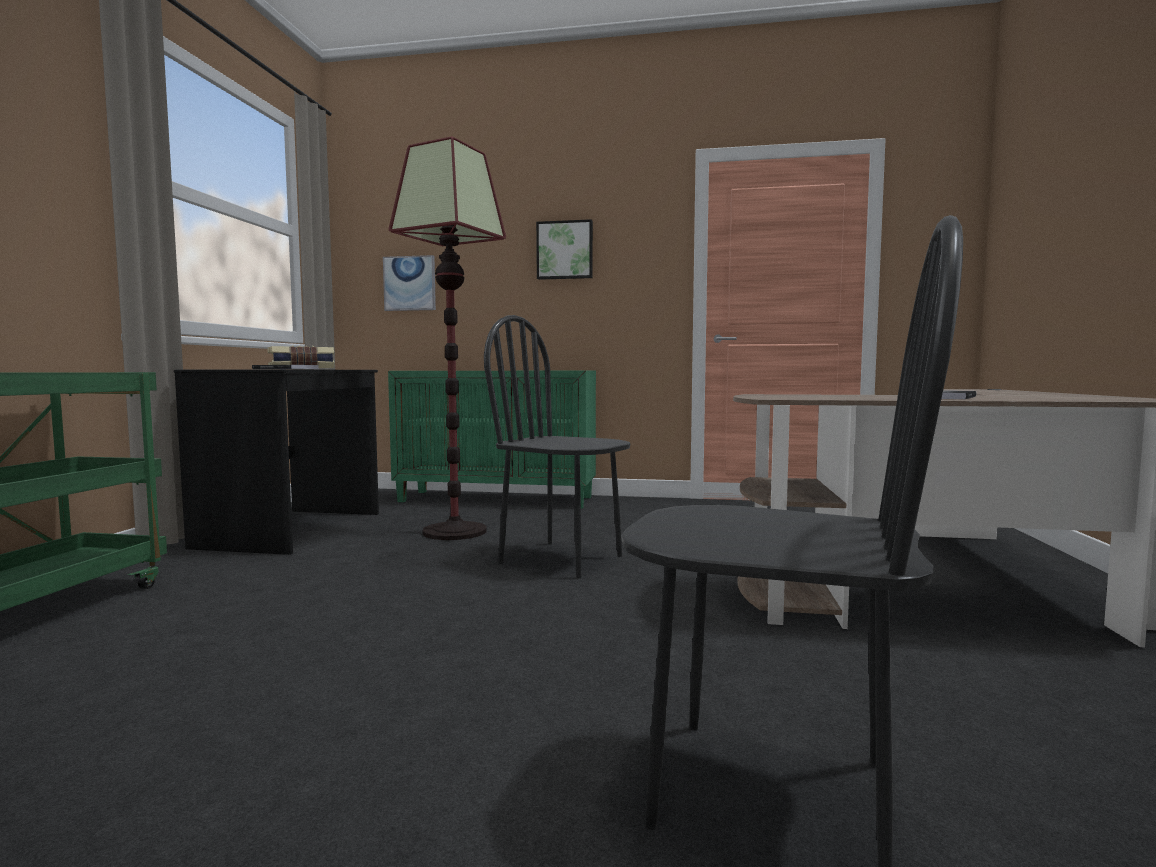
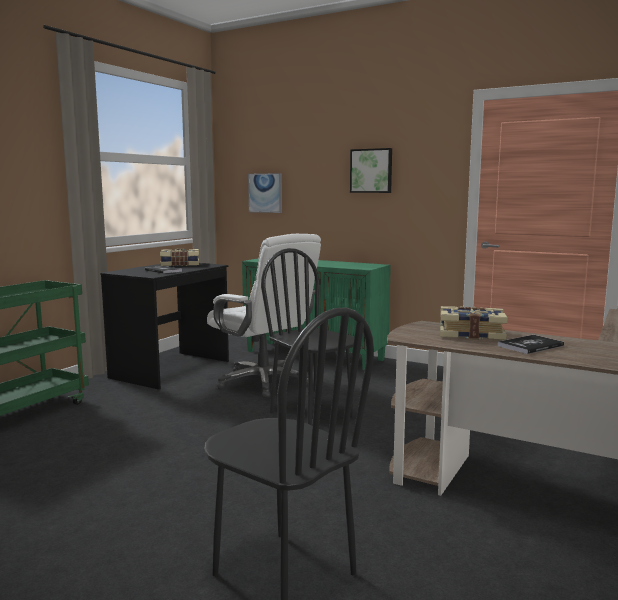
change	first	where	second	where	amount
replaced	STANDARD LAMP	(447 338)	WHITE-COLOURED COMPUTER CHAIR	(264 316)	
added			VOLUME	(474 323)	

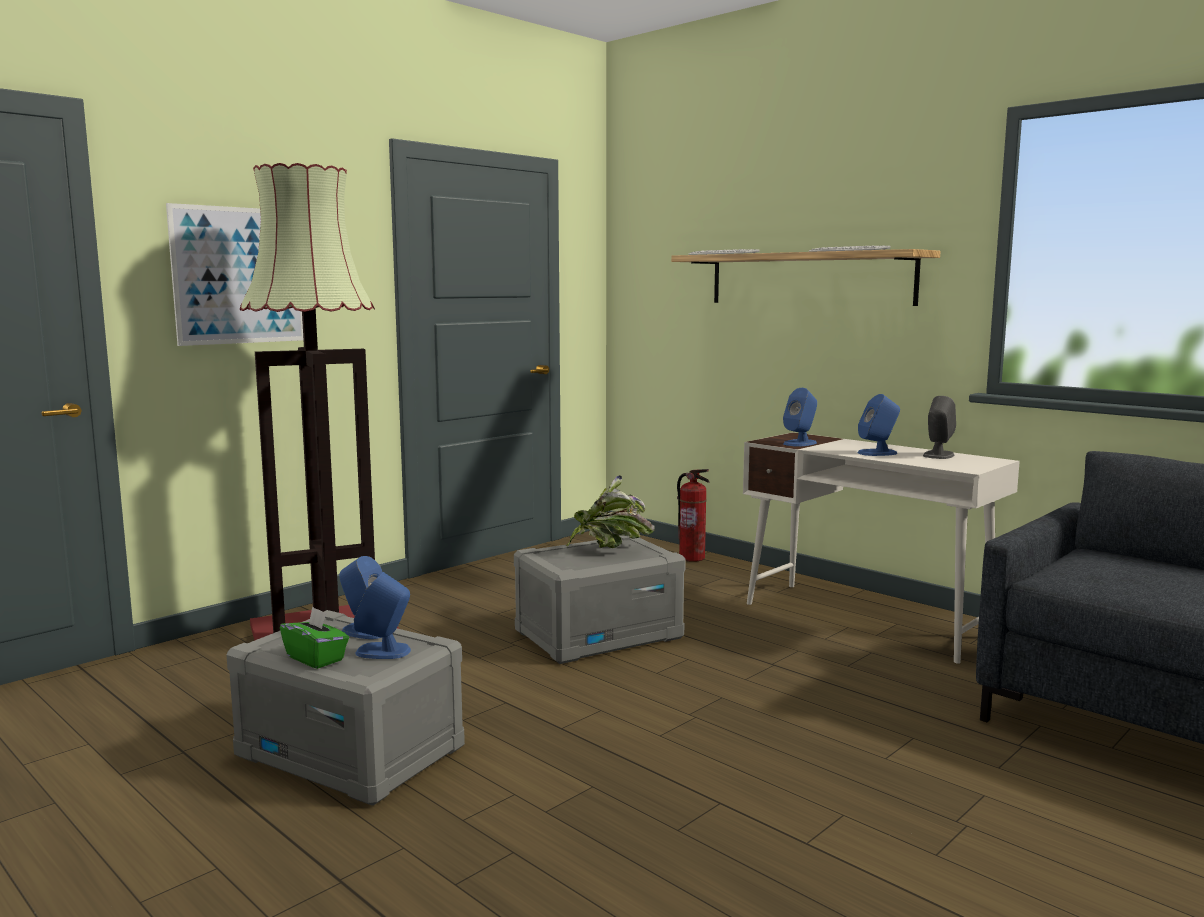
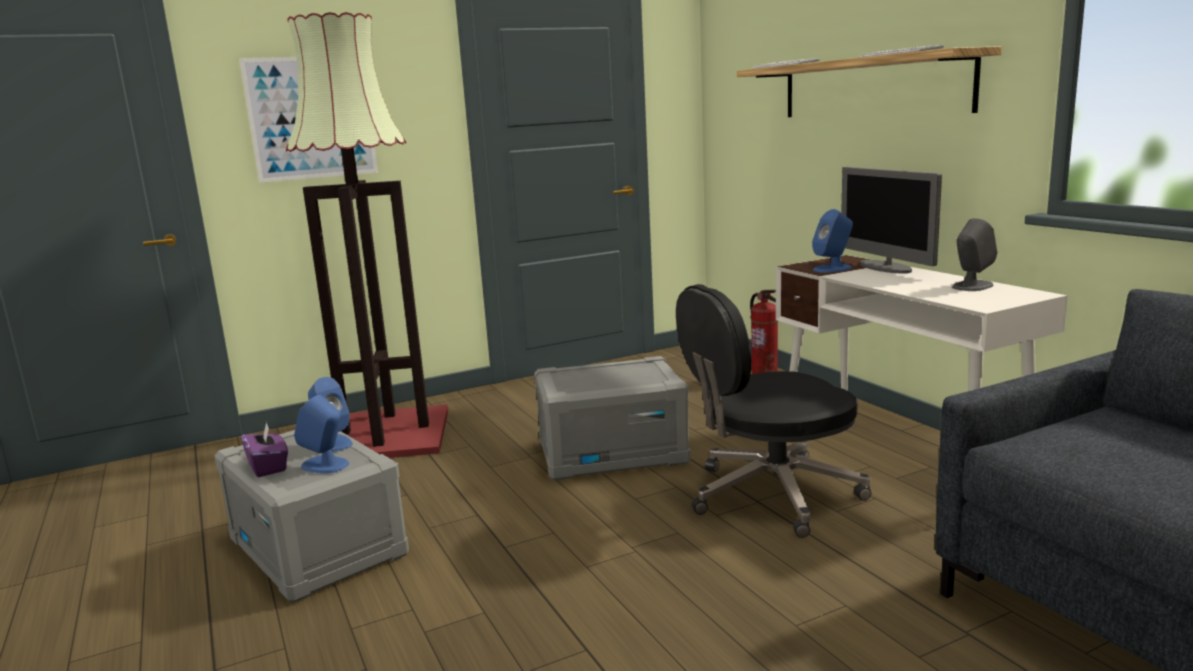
change	first	where	second	where	amount
removed	BLUISH SPEAKER	(878 425)			
removed	PLANT IN A POT	(610 512)			
recoloured	GREEN BOX OF TISSUES	(314 638)	PURPLISH BOX OF TISSUES	(264 449)	
added			COMPUTER DISPLAY	(891 220)	
added			BLACKISH COMPUTER CHAIR	(773 411)	

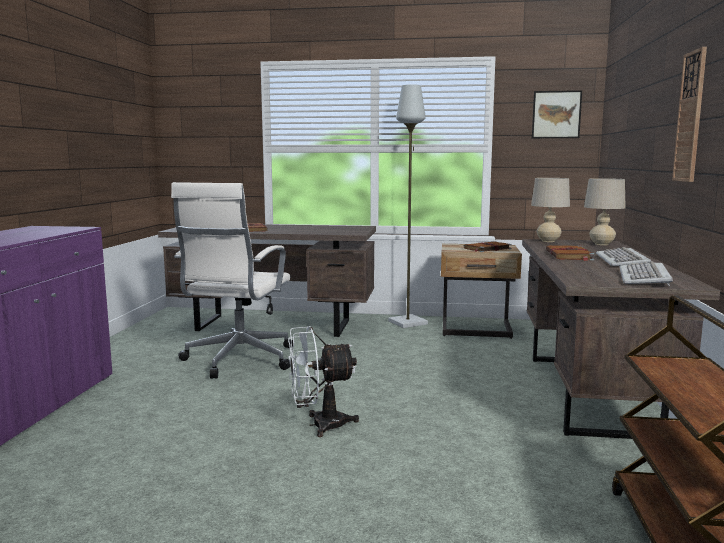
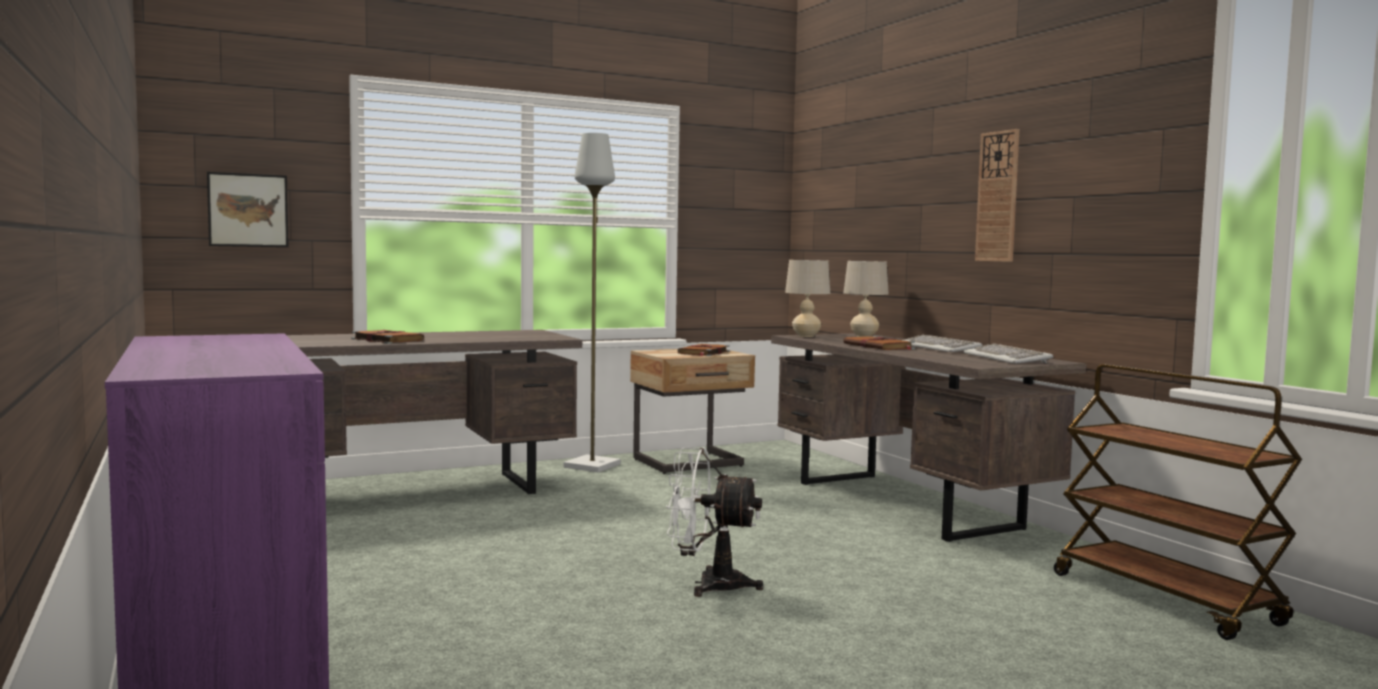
change	first	where	second	where	amount
moved	WALL ART	(557 114)		(248 209)	
removed	WHITE-COLOURED COMPUTER CHAIR	(232 280)			
turned	WHITE-COLOURED FAN	(323 381)		(714 522)	60 degrees clockwise

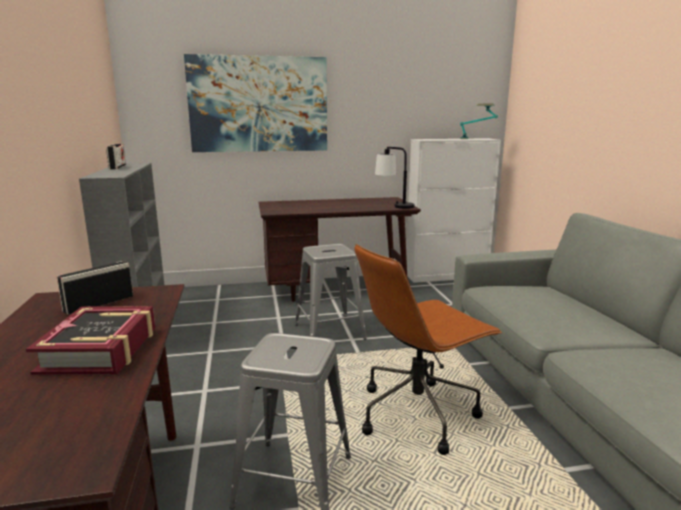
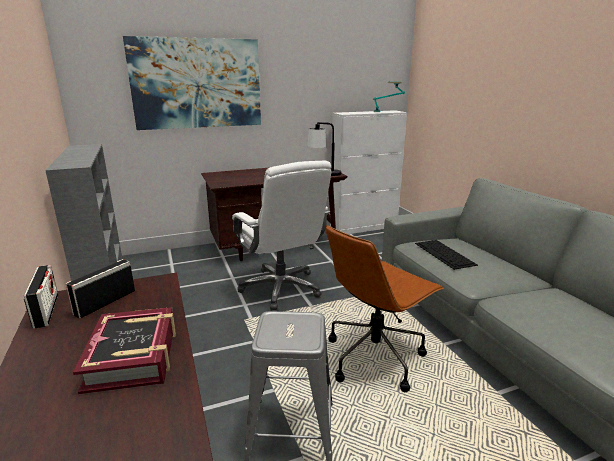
change	first	where	second	where	amount
moved	RADIO	(116 156)		(41 297)	
replaced	GRAY SITTING STOOL	(331 292)	WHITE-COLOURED COMPUTER CHAIR	(281 235)	
added			KEYBOARD	(446 255)	

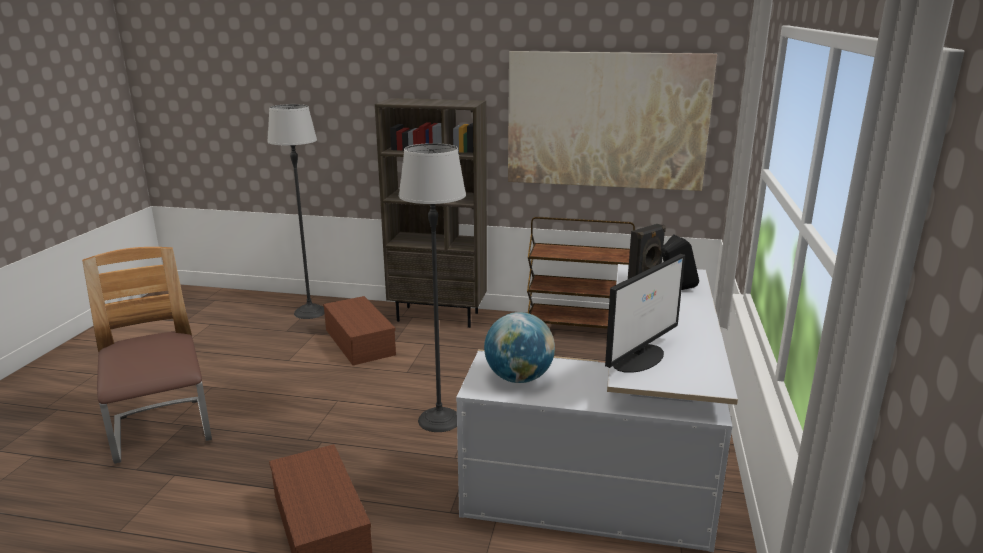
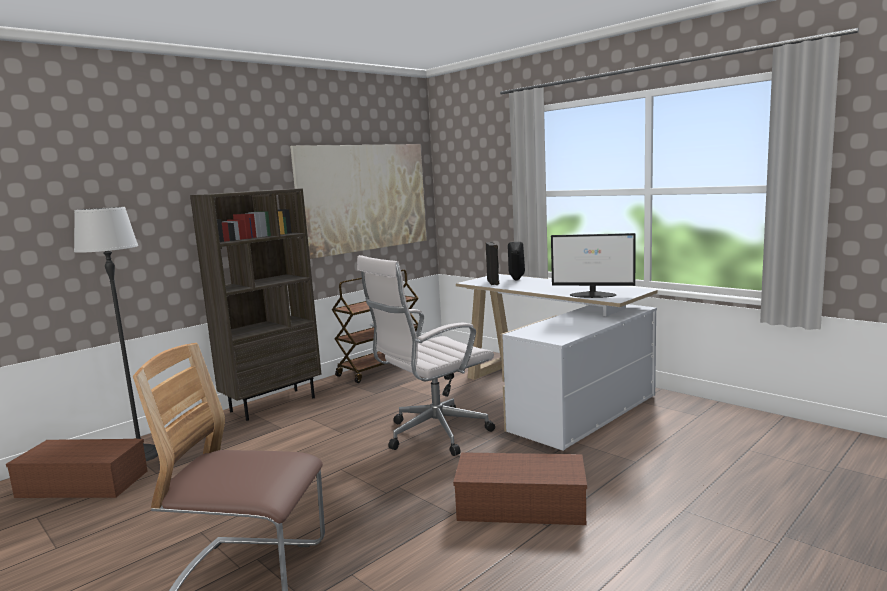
change	first	where	second	where	amount
replaced	STANDARD LAMP	(432 287)	WHITE-COLOURED COMPUTER CHAIR	(426 355)	
turned	COMPUTER DISPLAY	(645 313)		(593 265)	120 degrees clockwise
moved	BROWN-COLOURED STORAGE CONTAINER	(359 330)		(77 468)	
removed	GLOBE	(519 347)			

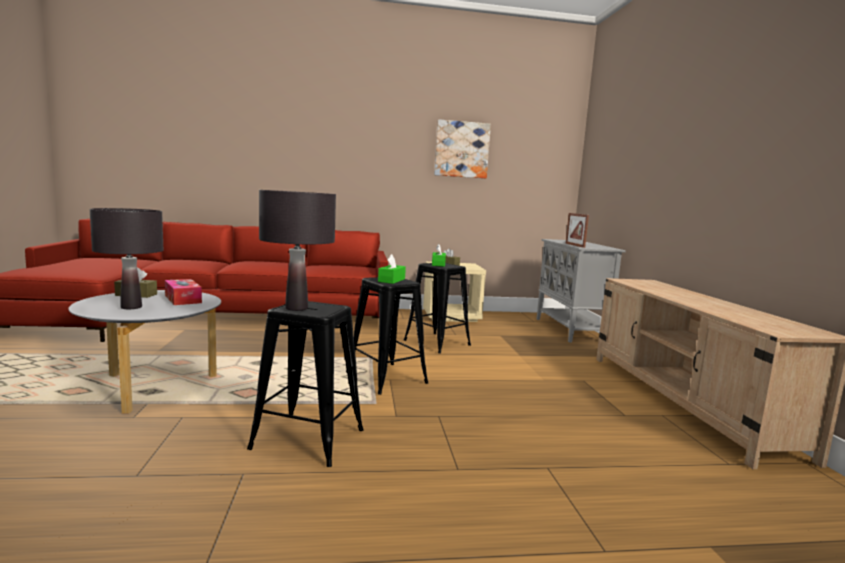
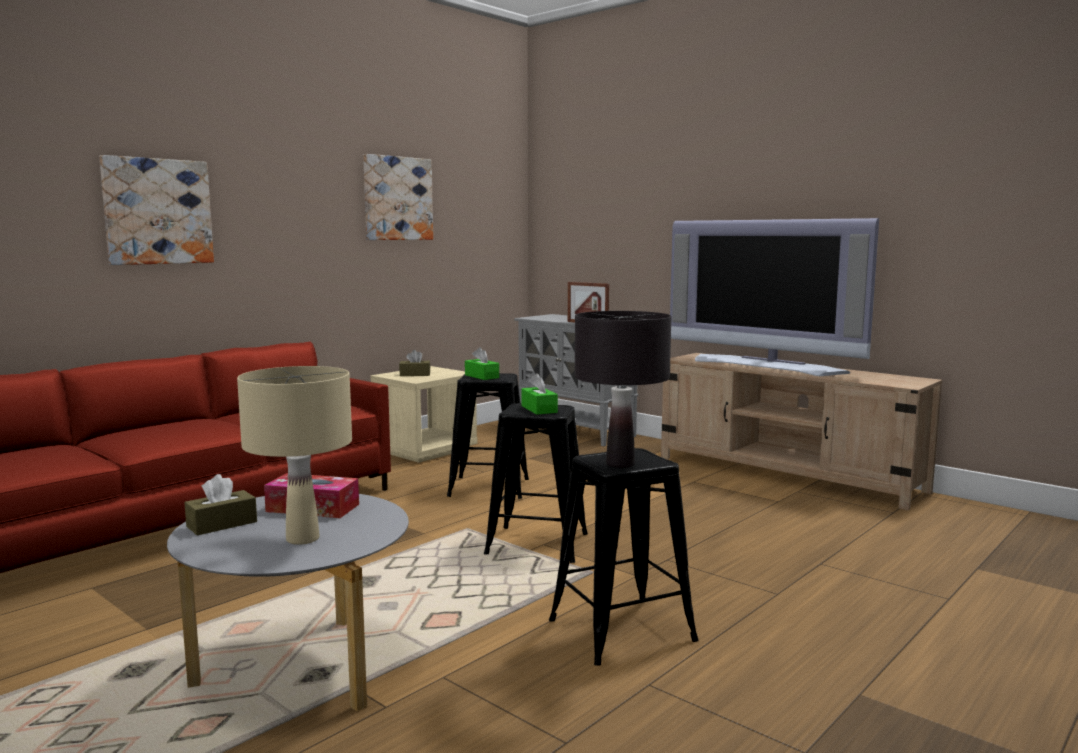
change	first	where	second	where	amount
recoloured	BLACKISH LAMP FOR A TABLE	(126 258)	SAND-COLOURED LAMP FOR A TABLE	(294 455)	
added			WALL ART	(156 210)	
added			TELEVISION	(774 297)	

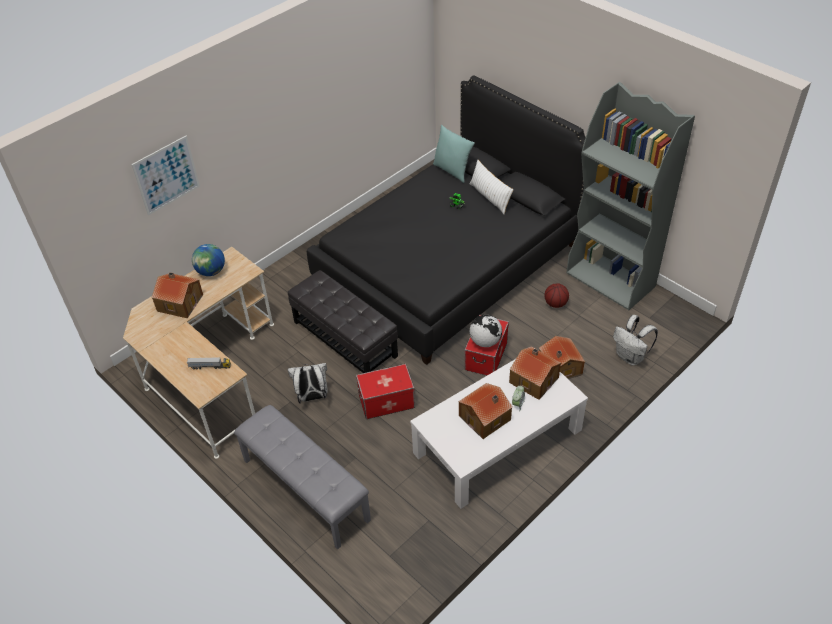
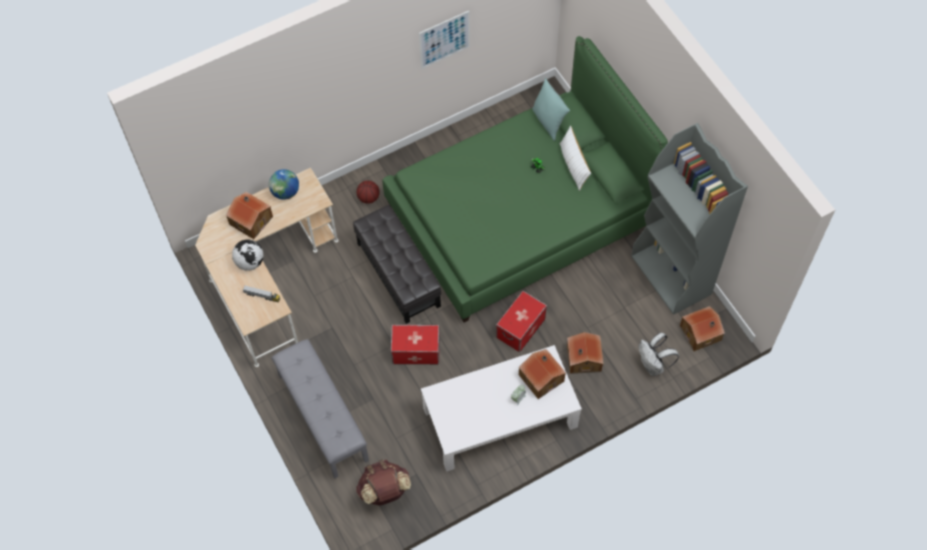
change	first	where	second	where	amount
recoloured	BLACKISH BEDROOM BED	(446 220)	GREEN BEDROOM BED	(525 179)	
moved	WALL ART	(165 175)		(444 40)	
moved	BALL FOR BASKETBALL	(556 295)		(368 192)	
moved	GLOBE	(486 331)		(247 255)	
removed	WHITE-COLOURED RUCKSACK	(307 383)			
moved	TOY HOUSE	(485 411)		(702 328)	
added			BROWN-COLOURED RUCKSACK	(383 482)	

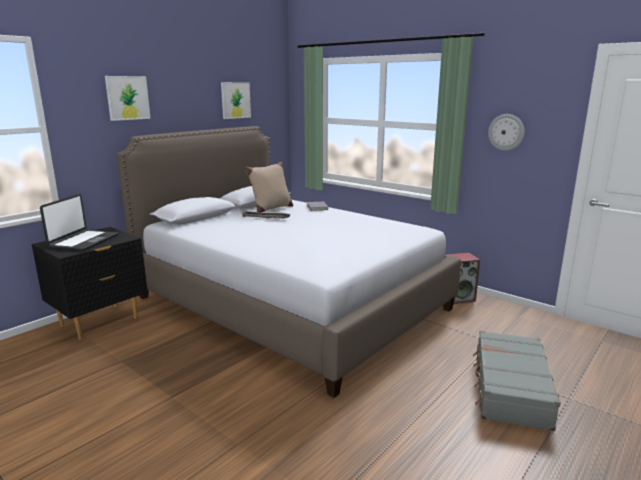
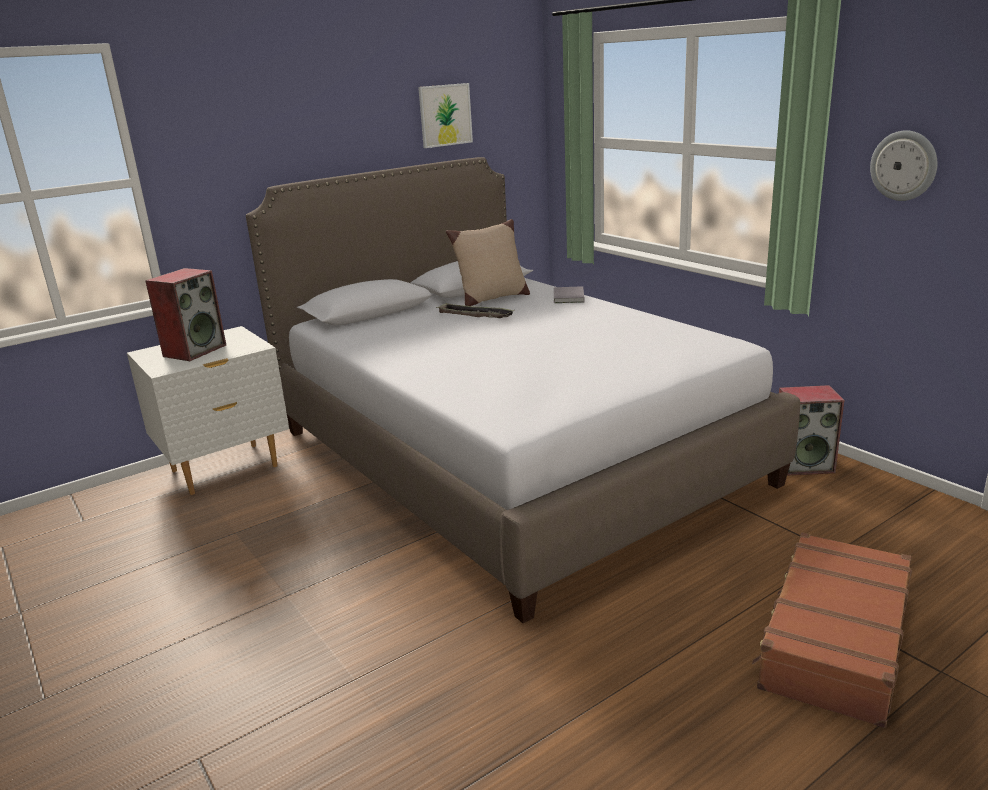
change	first	where	second	where	amount
removed	WALL ART	(128 98)			
replaced	NOTEBOOK COMPUTER	(79 222)	SPEAKER	(185 314)	
recoloured	BLACKISH BEDSIDE TABLE	(90 283)	WHITE-COLOURED BEDSIDE TABLE	(208 410)	
recoloured	GRAY SUITCASE	(517 381)	BROWN-COLOURED SUITCASE	(832 630)	

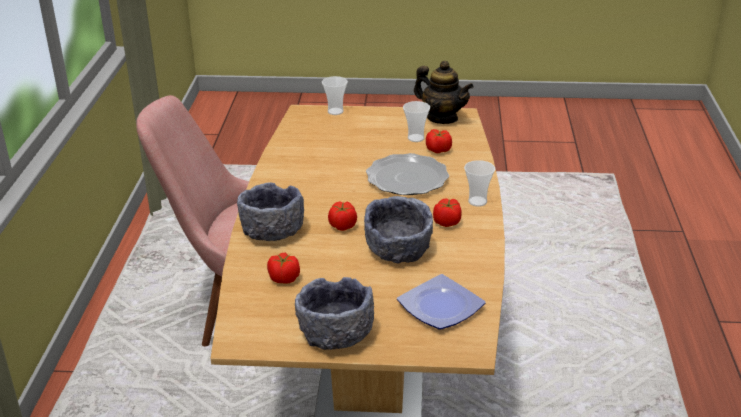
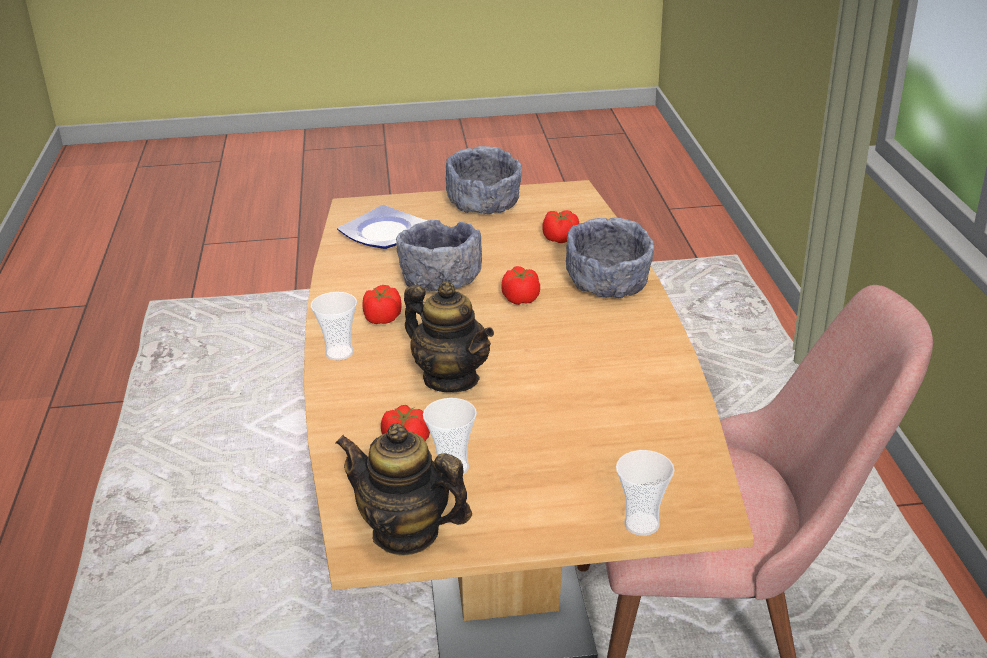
change	first	where	second	where	amount
replaced	FLAT DISH	(407 174)	POT FOR TEA	(449 336)	

